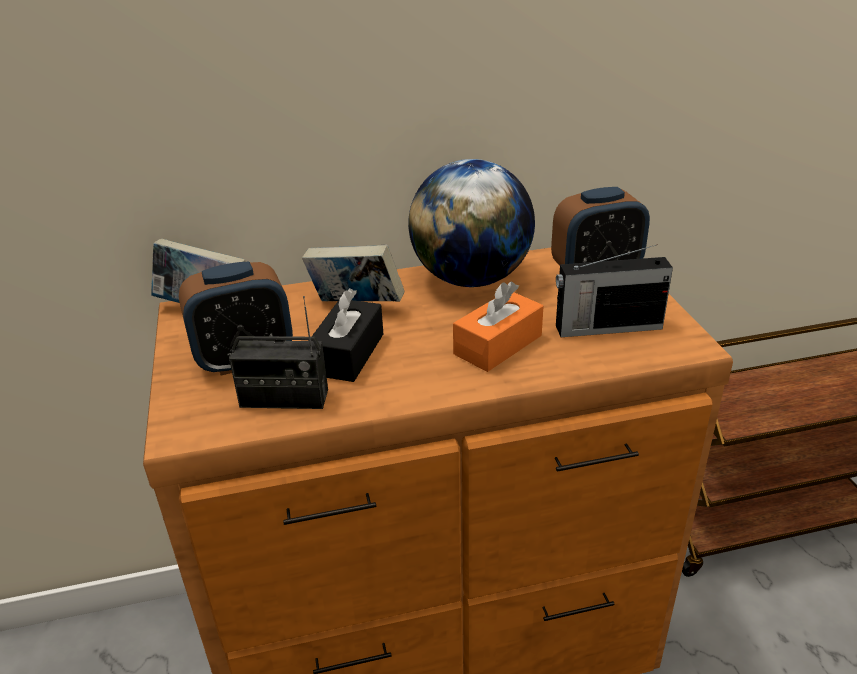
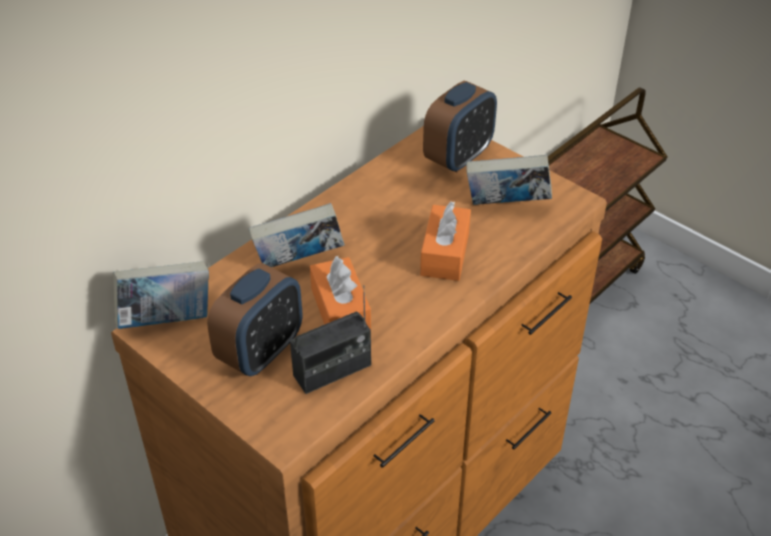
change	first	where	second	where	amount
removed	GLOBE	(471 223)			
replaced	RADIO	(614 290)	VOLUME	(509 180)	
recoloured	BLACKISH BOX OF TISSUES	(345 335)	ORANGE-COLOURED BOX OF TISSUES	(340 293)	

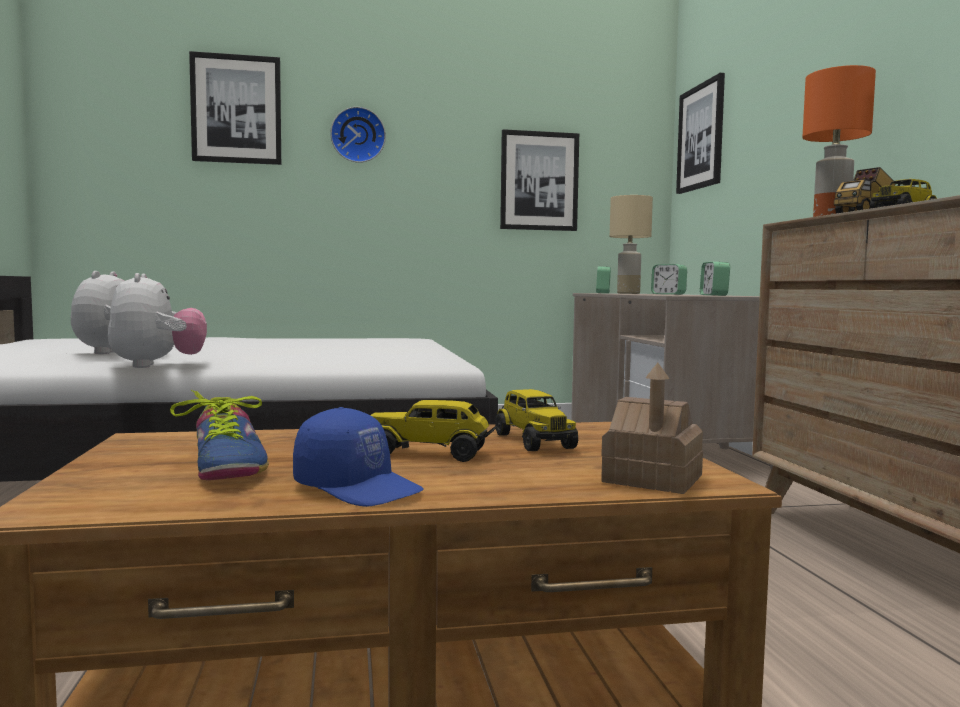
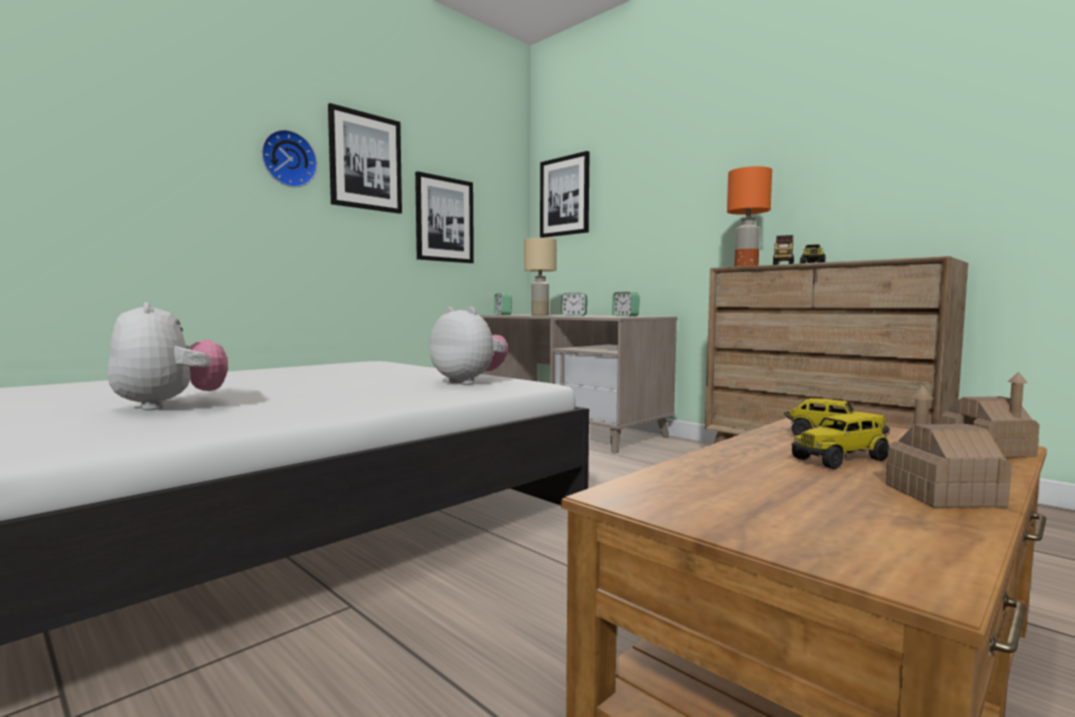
change	first	where	second	where	amount
moved	WALL ART	(235 108)		(365 158)	
moved	CUDDLY TOY	(157 320)		(469 346)	
removed	ITEM OF FOOTWEAR	(219 435)			
replaced	BLUISH BASEBALL CAP	(358 457)	TOY HOUSE	(949 447)	

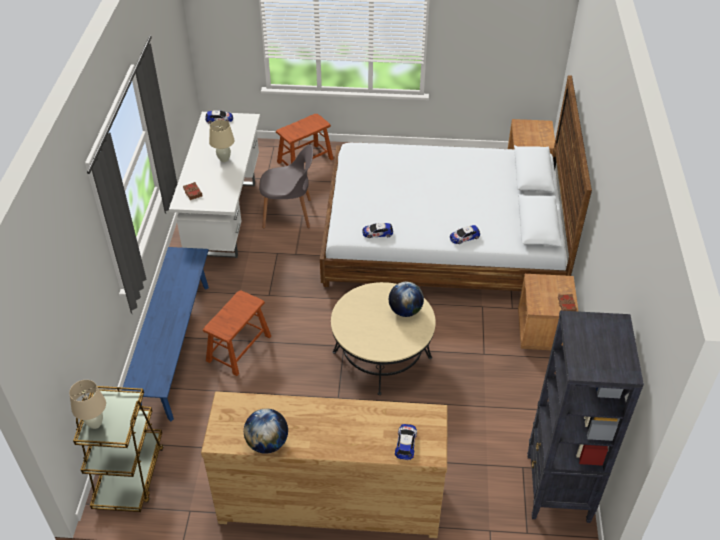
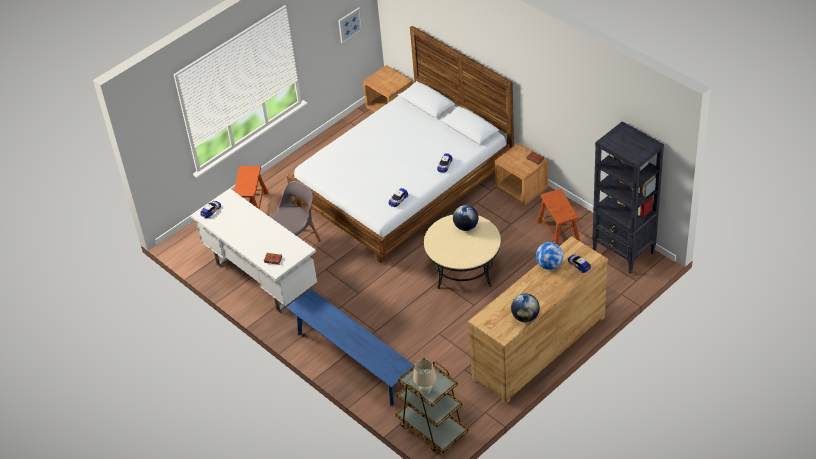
change	first	where	second	where	amount
removed	SAND-COLOURED LAMP FOR A TABLE	(222 141)			
moved	BROWN-COLOURED SITTING STOOL	(237 333)		(558 217)	
added			WALL ART	(350 25)	
added			GLOBE	(550 256)	

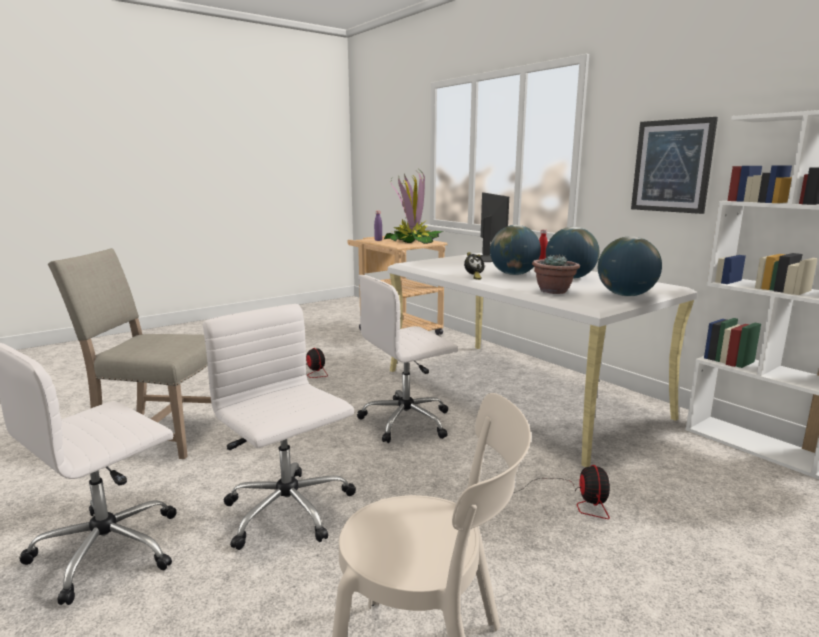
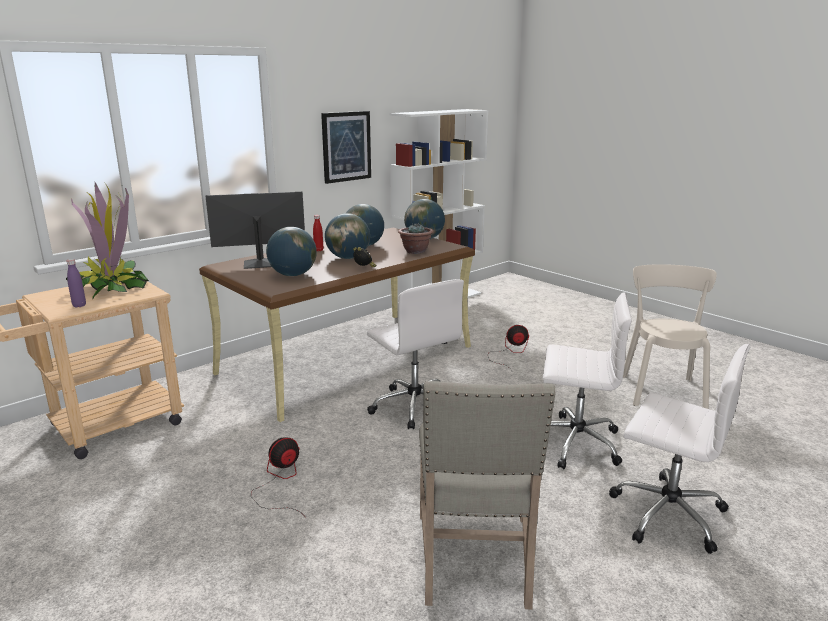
change	first	where	second	where	amount
recoloured	WHITE-COLOURED DESK	(542 360)	BROWN-COLOURED DESK	(337 325)	
turned	WHITE-COLOURED COMPUTER CHAIR	(279 427)		(587 380)	120 degrees counterclockwise
added			GLOBE	(291 251)	

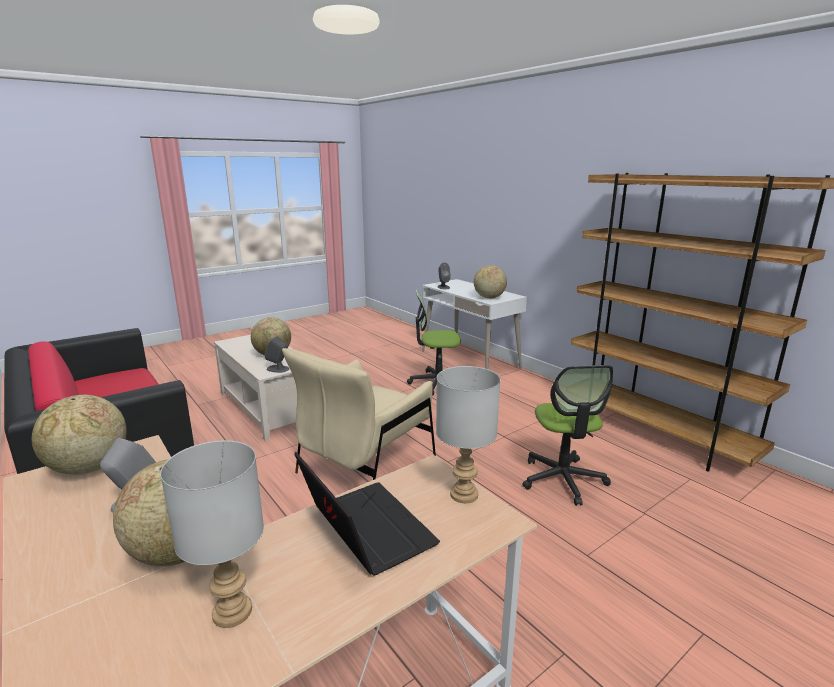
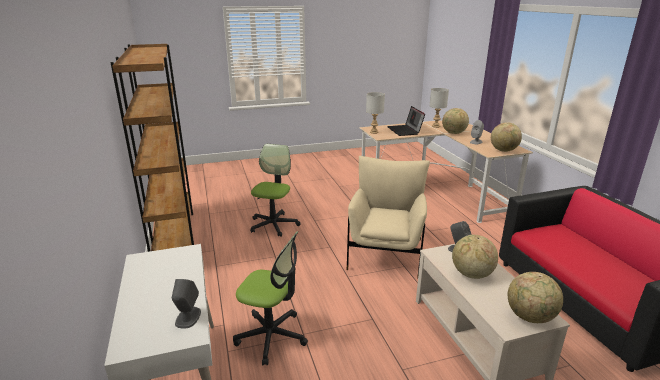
change	first	where	second	where	amount
moved	GLOBE	(490 282)		(535 297)	
turned	SAND-COLOURED EASY CHAIR	(359 414)		(388 217)	45 degrees counterclockwise

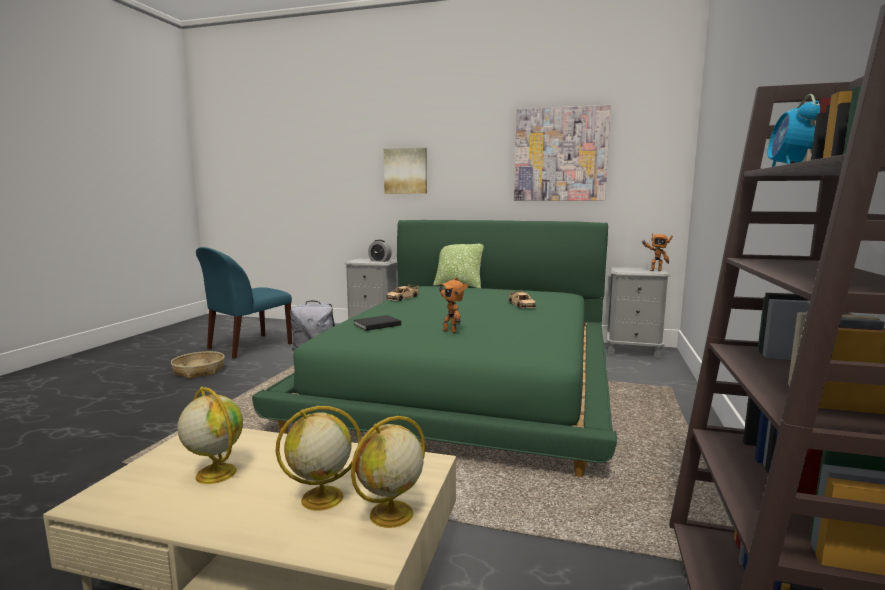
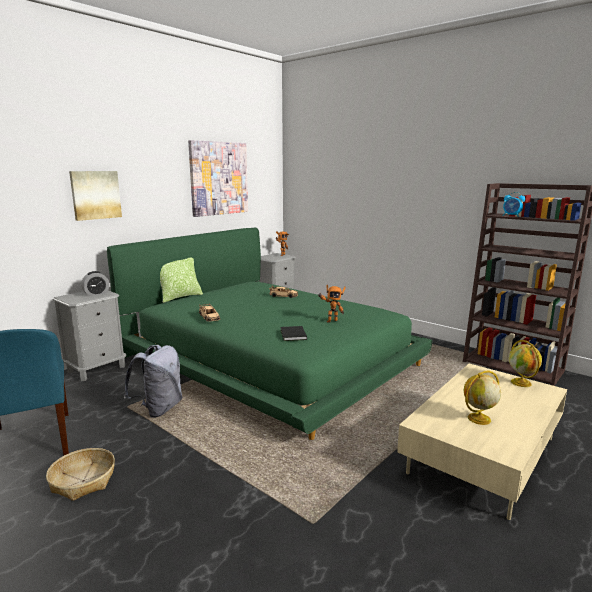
change	first	where	second	where	amount
removed	GLOBE	(318 458)			

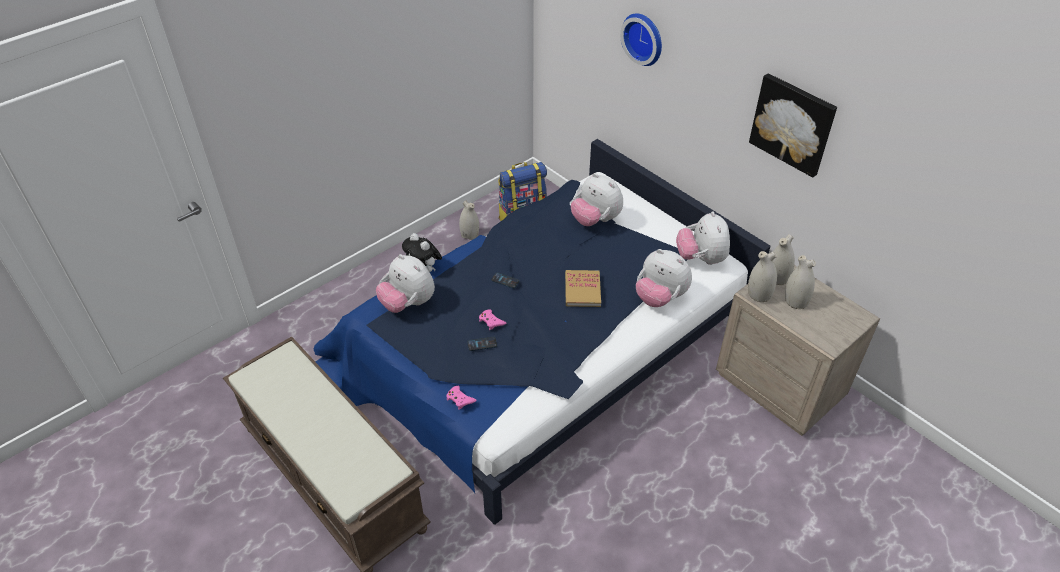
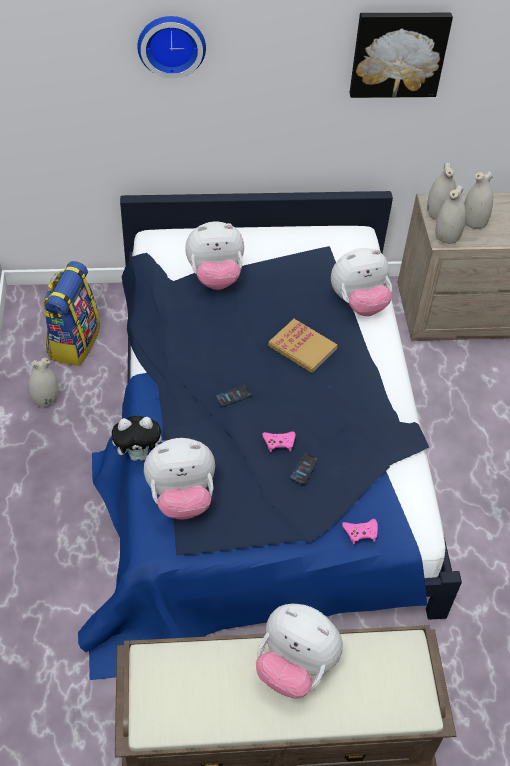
change	first	where	second	where	amount
moved	CUDDLY TOY	(703 238)		(299 651)	

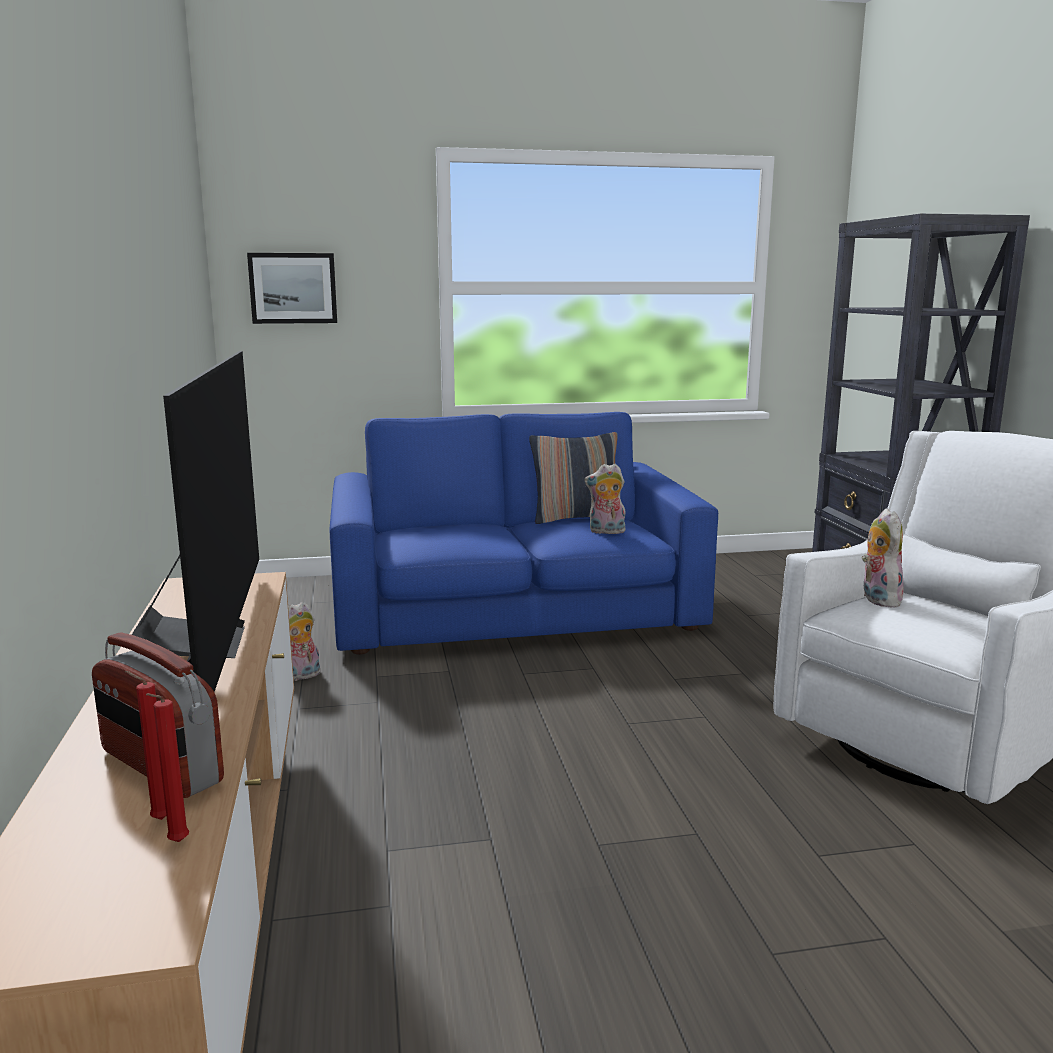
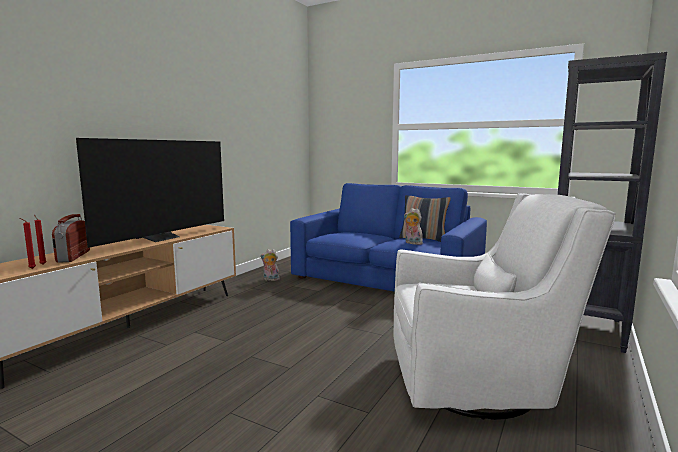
change	first	where	second	where	amount
removed	WALL ART	(292 288)			
removed	CUDDLY TOY	(882 558)			

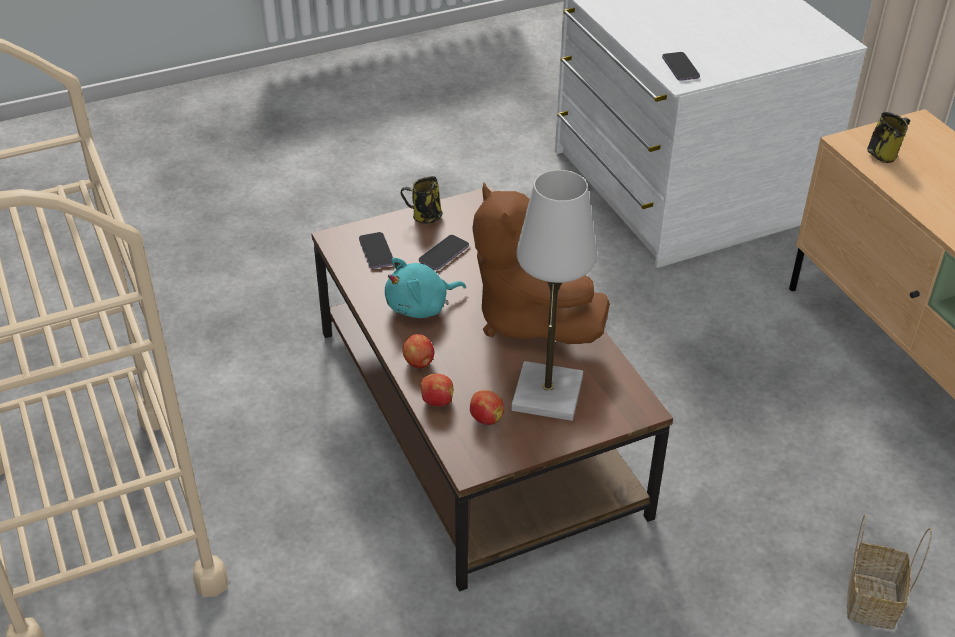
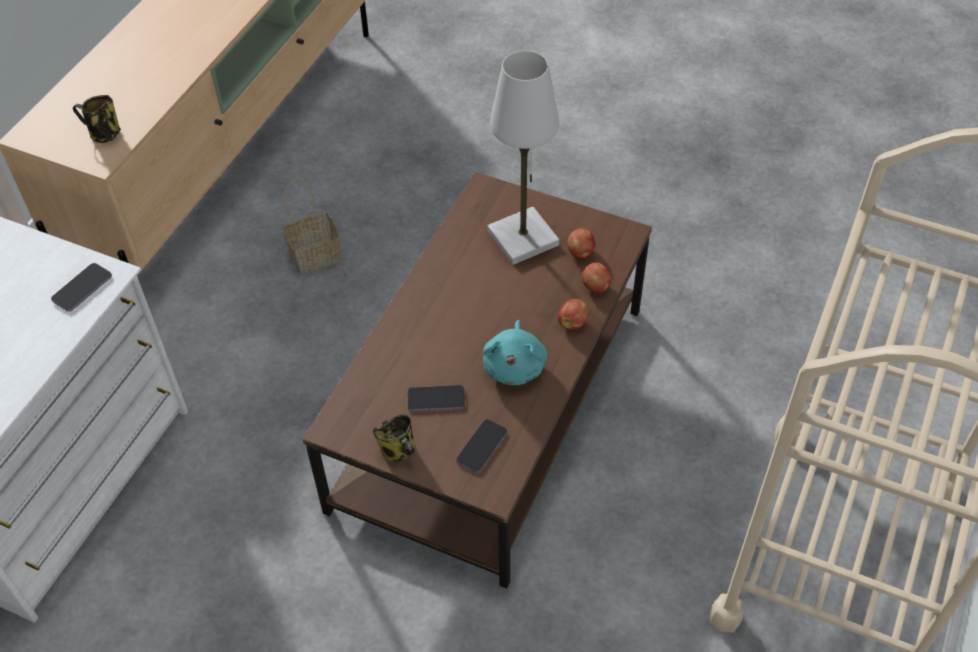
change	first	where	second	where	amount
removed	BROWN-COLOURED CUDDLY TOY	(541 263)			
turned	BLUE-GREEN CUDDLY TOY	(425 288)		(515 352)	75 degrees clockwise
moved	STORAGE BASKET	(889 572)		(312 226)	

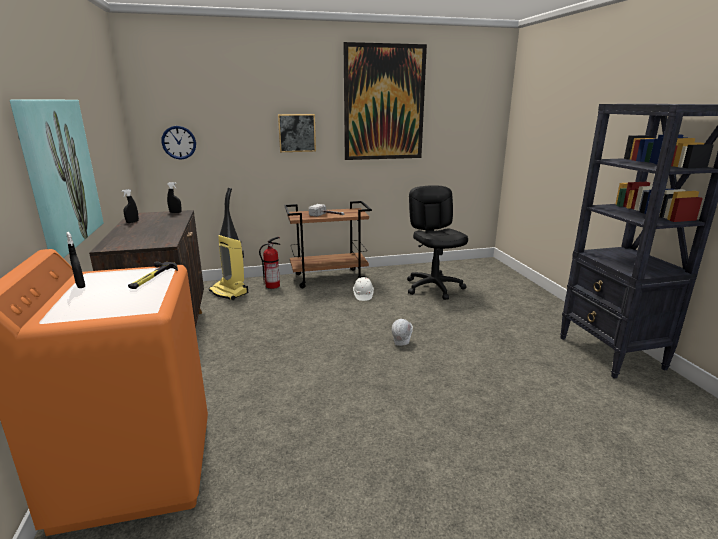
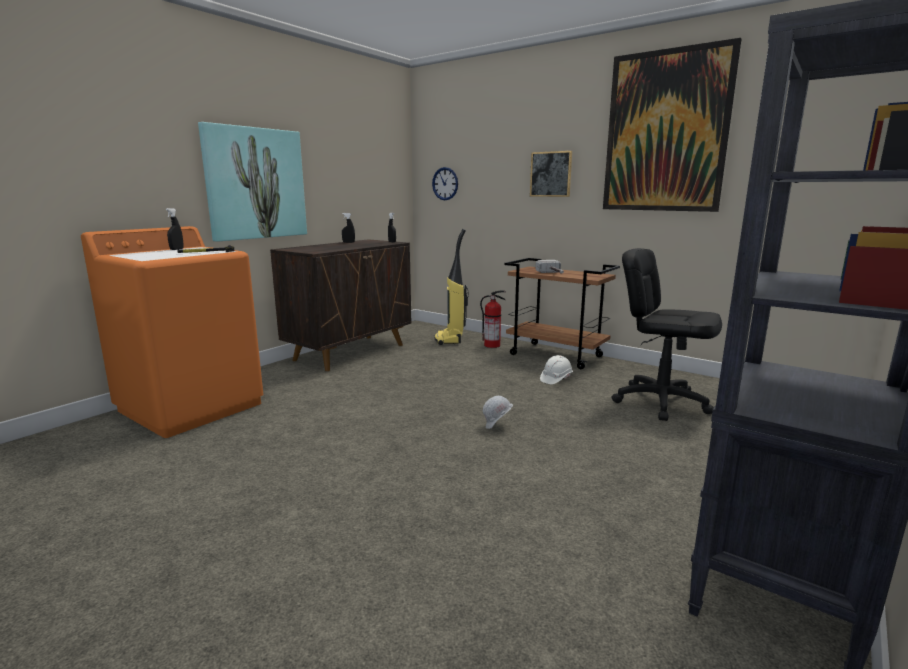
change	first	where	second	where	amount
turned	BLACKISH COMPUTER CHAIR	(437 242)		(666 334)	90 degrees counterclockwise

